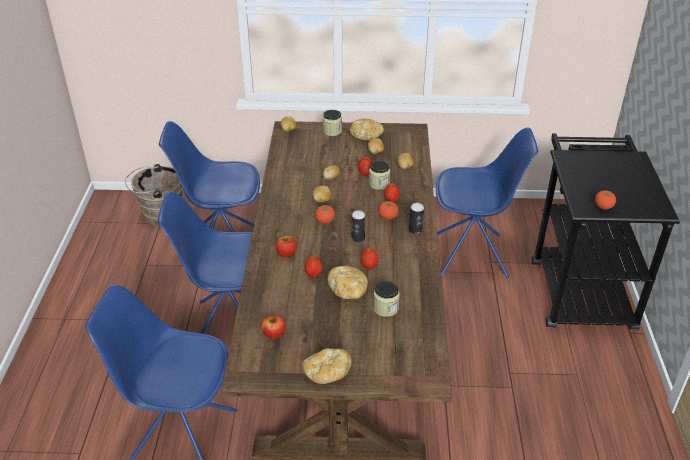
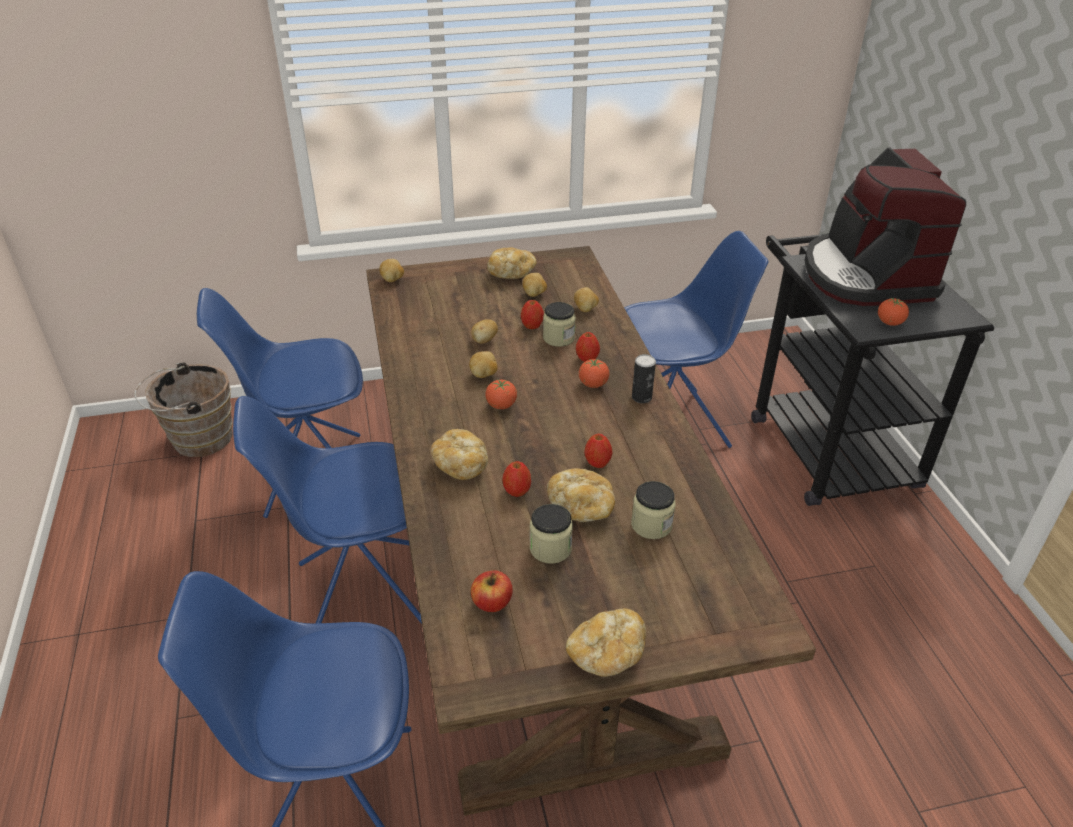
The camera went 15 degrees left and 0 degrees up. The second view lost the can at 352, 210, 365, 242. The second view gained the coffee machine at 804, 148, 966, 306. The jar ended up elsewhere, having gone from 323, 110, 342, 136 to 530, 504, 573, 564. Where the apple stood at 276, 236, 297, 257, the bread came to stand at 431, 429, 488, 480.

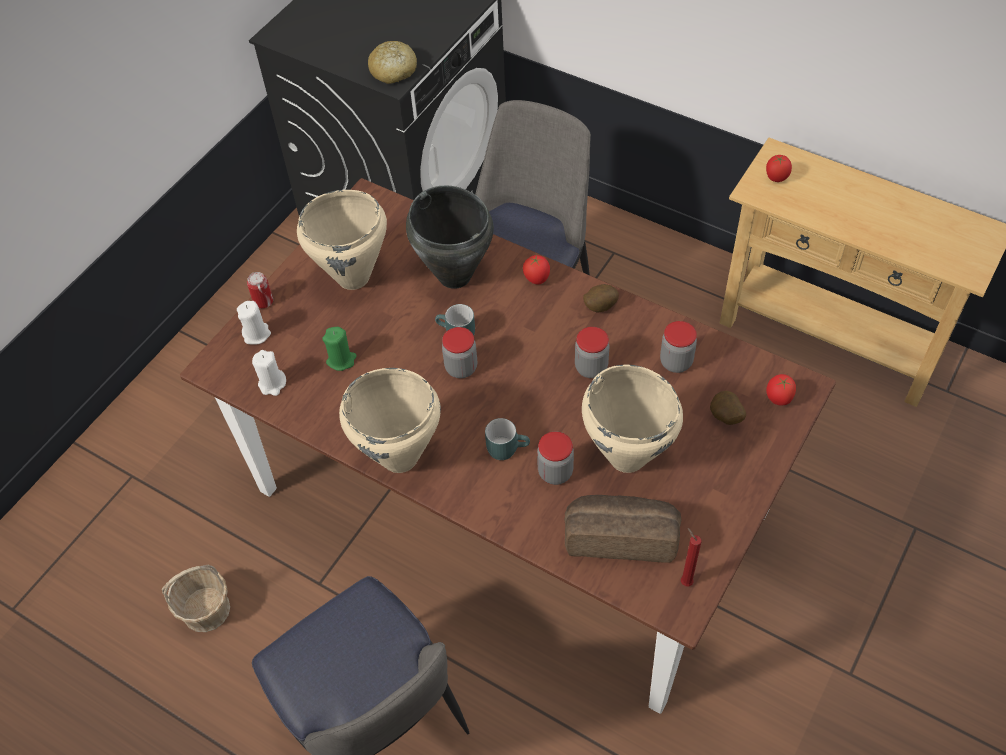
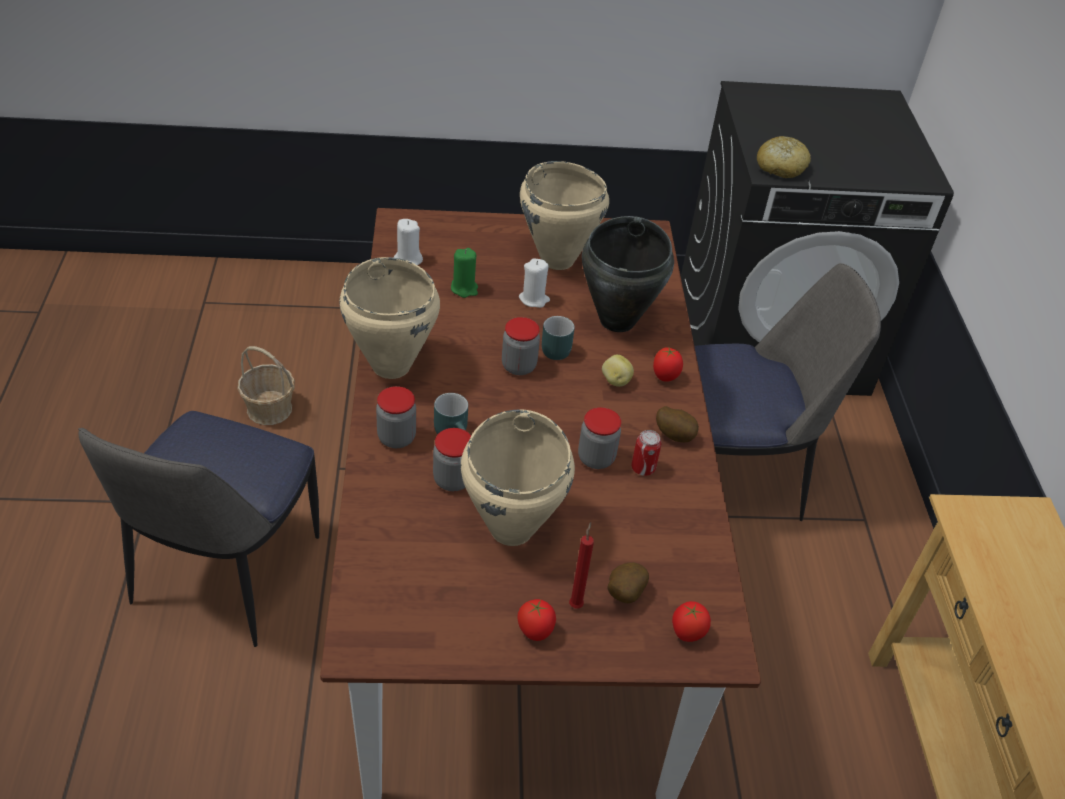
The camera went 50 degrees right and 10 degrees down. The second view lost the bread at 564, 495, 681, 563. The second view gained the potato at 602, 355, 634, 387. The white candle ended up elsewhere, having gone from 237, 301, 271, 345 to 519, 258, 550, 308. The can ended up elsewhere, having gone from 247, 272, 273, 308 to 631, 430, 661, 476. The jar ended up elsewhere, having gone from 660, 321, 697, 373 to 376, 386, 416, 448. The red candle ended up elsewhere, having gone from 681, 528, 701, 586 to 569, 522, 594, 609. The tomato ended up elsewhere, having gone from 766, 155, 792, 182 to 517, 599, 556, 641.

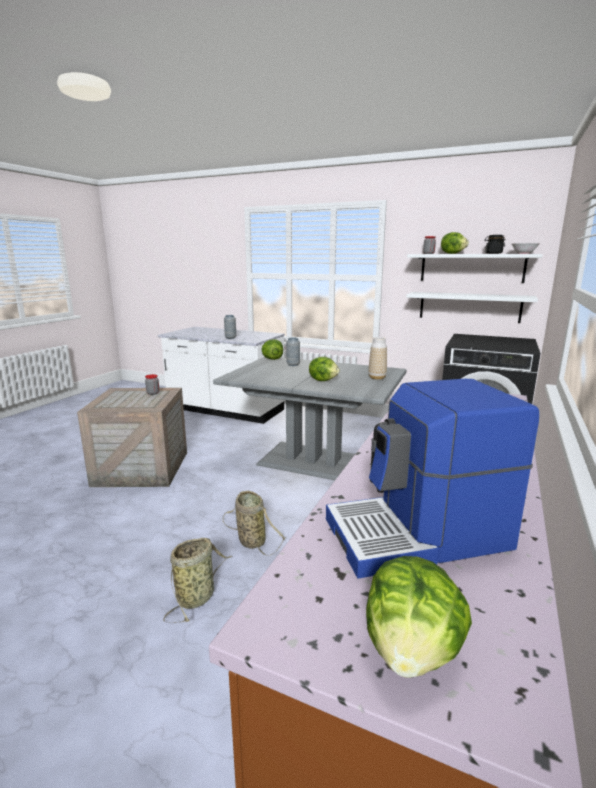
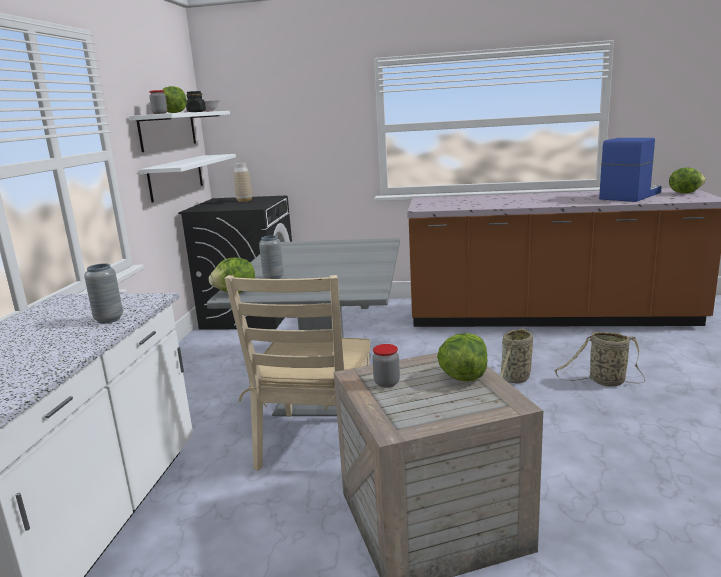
The camera went 105 degrees left and 0 degrees up. The second view gained the beige chair at 224, 275, 371, 471. The lettuce ended up elsewhere, having gone from 309, 357, 340, 381 to 437, 333, 488, 381. The vase ended up elsewhere, having gone from 368, 337, 387, 380 to 234, 163, 252, 202. The coffee machine at 326, 379, 539, 579 ended up facing another way, 105 degrees counterclockwise from before.

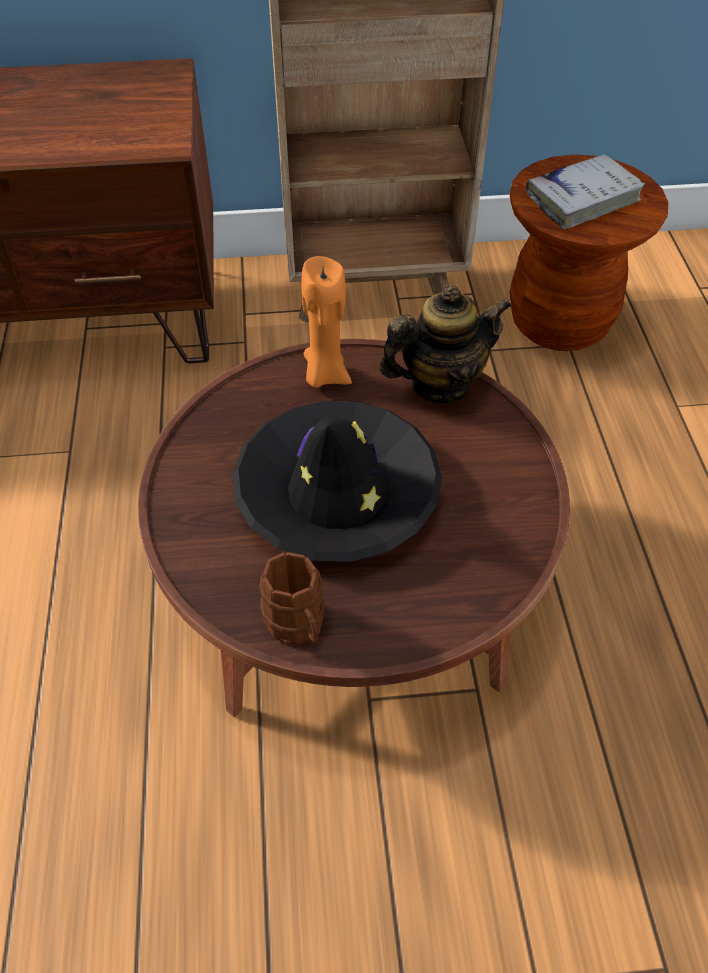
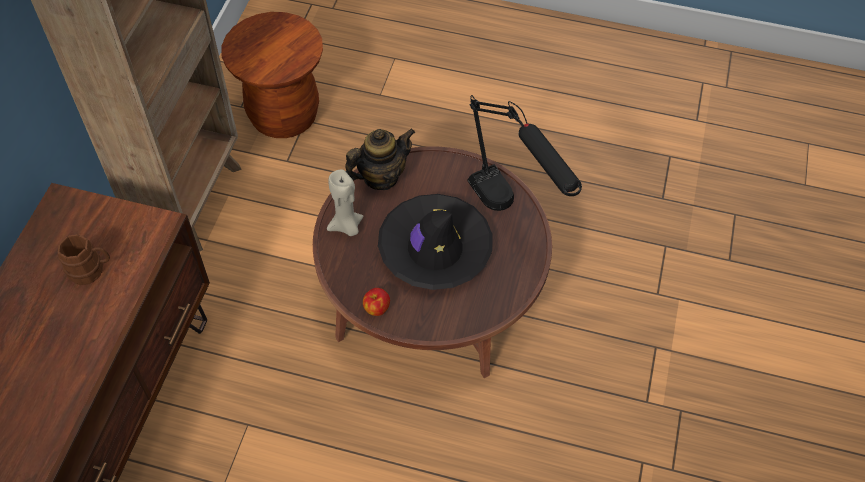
The camera went 70 degrees left and 5 degrees up. The second view lost the white book at 526, 154, 645, 229. The second view gained the apple at 363, 288, 390, 316. The second view gained the black table lamp at 467, 95, 582, 211. The brown mug ended up elsewhere, having gone from 259, 552, 325, 644 to 58, 234, 110, 285. What was the orange candle at 301, 256, 352, 388 turned into the beige candle at 327, 169, 363, 236. The teapot at 379, 285, 512, 403 ended up facing another way, 60 degrees clockwise from before.

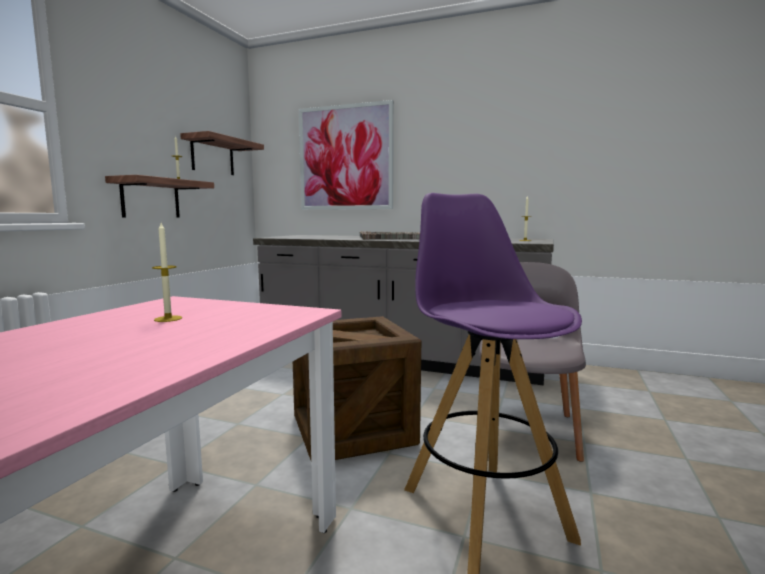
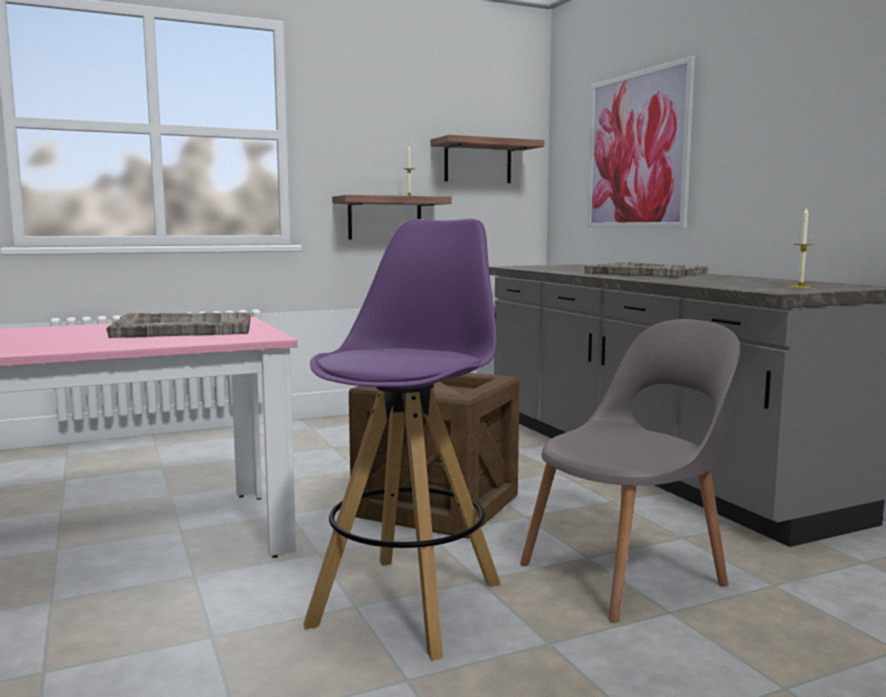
The camera went 45 degrees right and 0 degrees up. Where the candle stood at 152, 223, 182, 322, the grey tray came to stand at 106, 312, 251, 338.

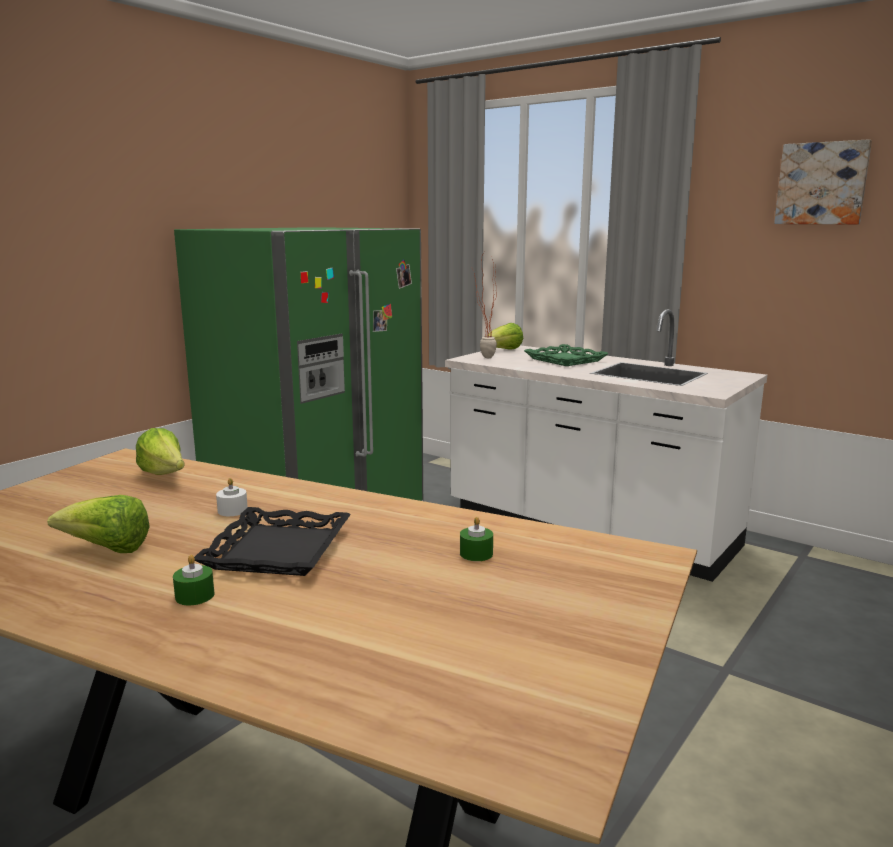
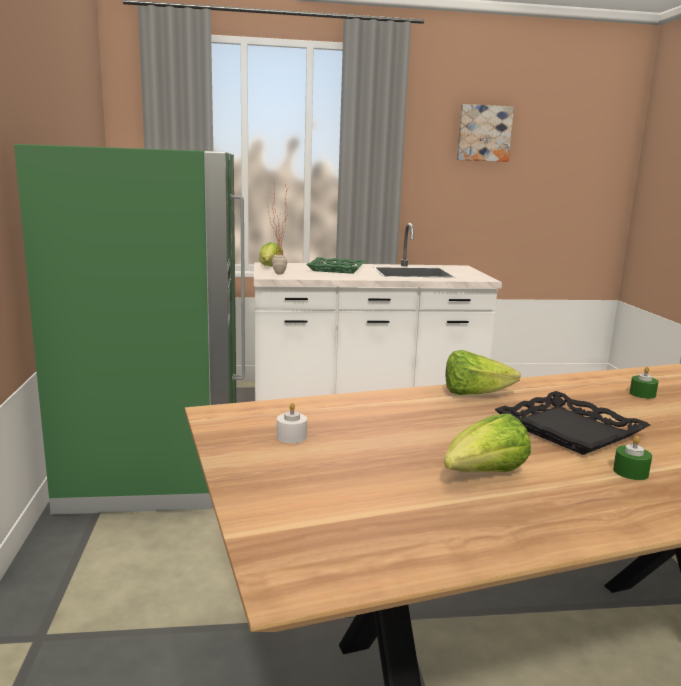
The camera went 45 degrees left and 0 degrees up. The lettuce ended up elsewhere, having gone from 136, 428, 185, 475 to 446, 350, 521, 395. The white candle ended up elsewhere, having gone from 216, 478, 248, 516 to 277, 403, 307, 443.

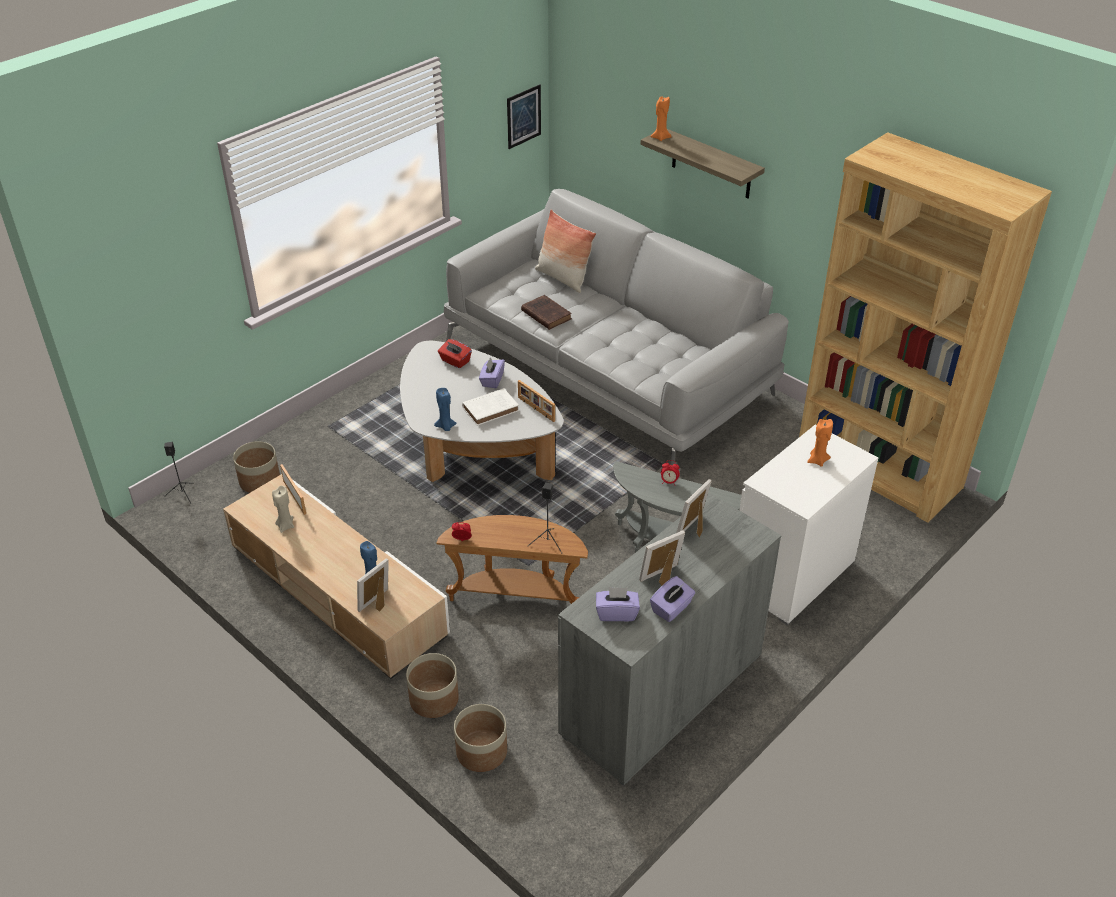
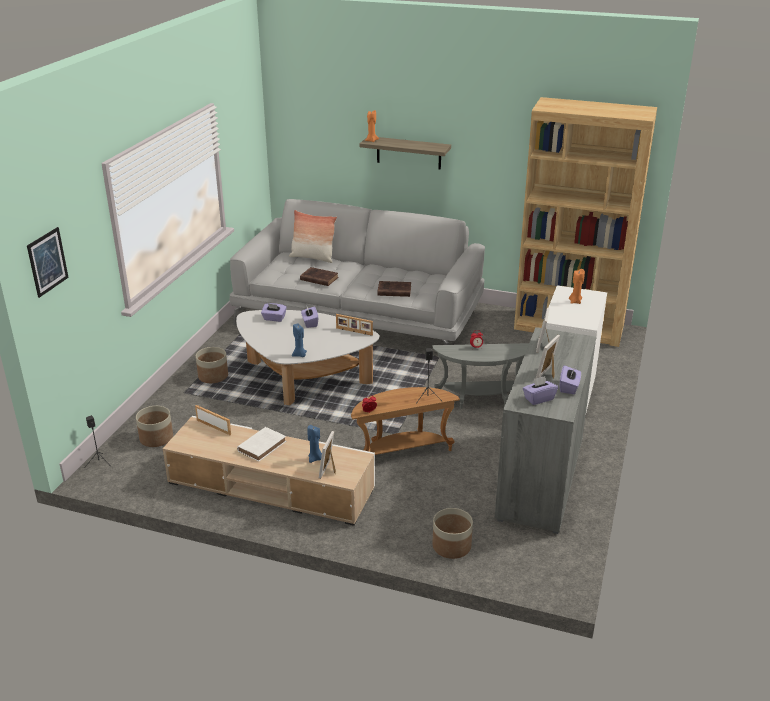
The camera went 25 degrees left and 10 degrees down. The second view lost the beige candle at 272, 486, 294, 533. The second view gained the brown book at 377, 281, 411, 297. The planter ended up elsewhere, having gone from 406, 653, 459, 718 to 196, 347, 228, 383. The white book ended up elsewhere, having gone from 462, 388, 519, 426 to 237, 427, 286, 462. The picture ended up elsewhere, having gone from 507, 84, 541, 149 to 27, 227, 69, 298. What was the red tissue box at 438, 339, 472, 368 turned into the purple tissue box at 261, 303, 287, 322.

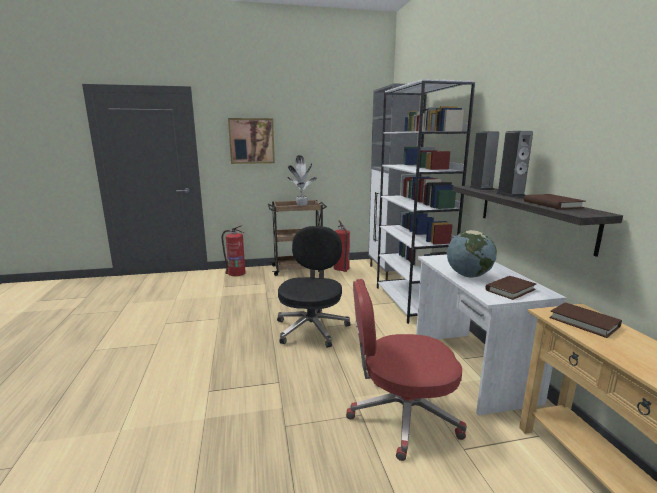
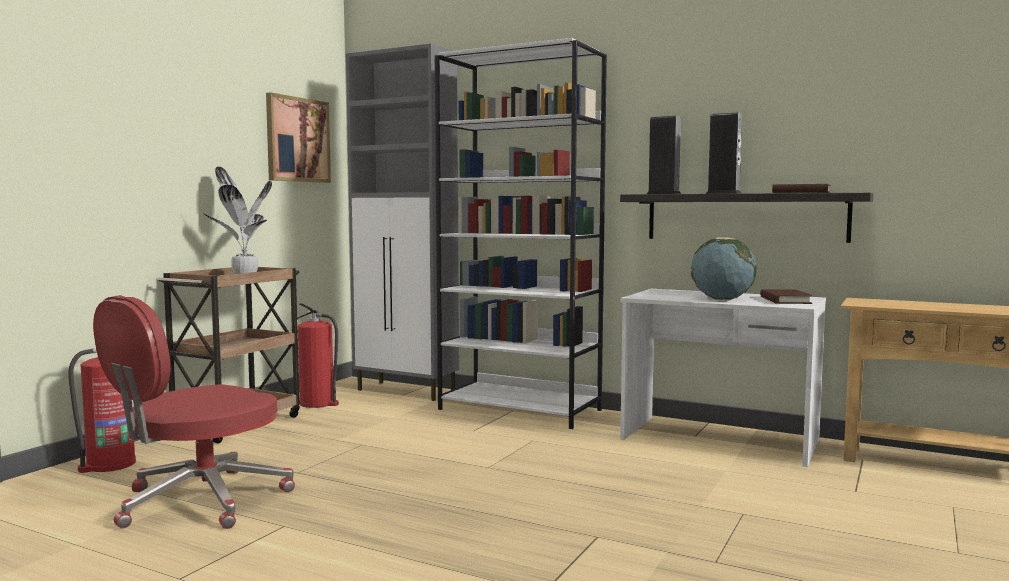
The camera went 50 degrees left and 10 degrees down. The second view lost the black office chair at 277, 226, 350, 348. The second view lost the brown book at 549, 302, 622, 338. The picture ended up elsewhere, having gone from 228, 118, 275, 164 to 266, 92, 331, 183. The red office chair ended up elsewhere, having gone from 346, 279, 467, 461 to 93, 295, 295, 529.

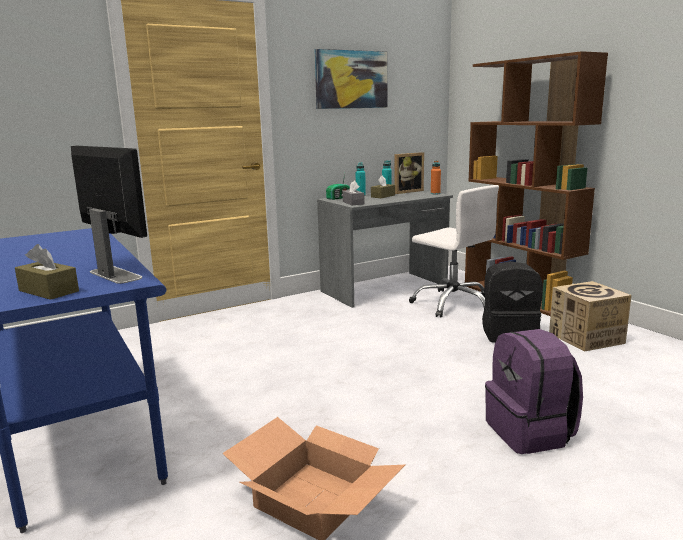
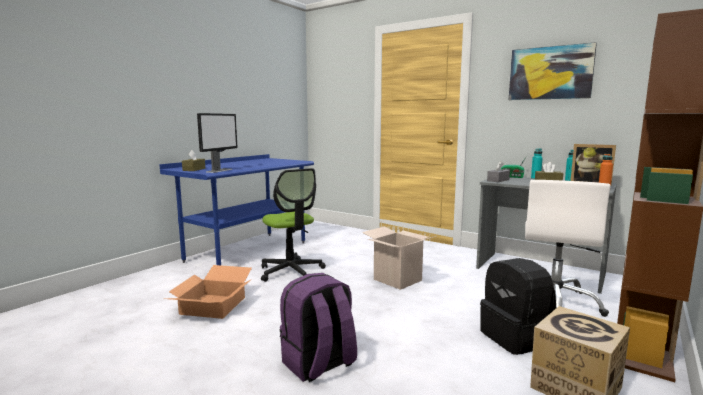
The camera went 65 degrees right and 5 degrees down. The second view gained the office chair at 261, 168, 326, 282. The second view gained the cardboard box at 362, 226, 436, 290.

